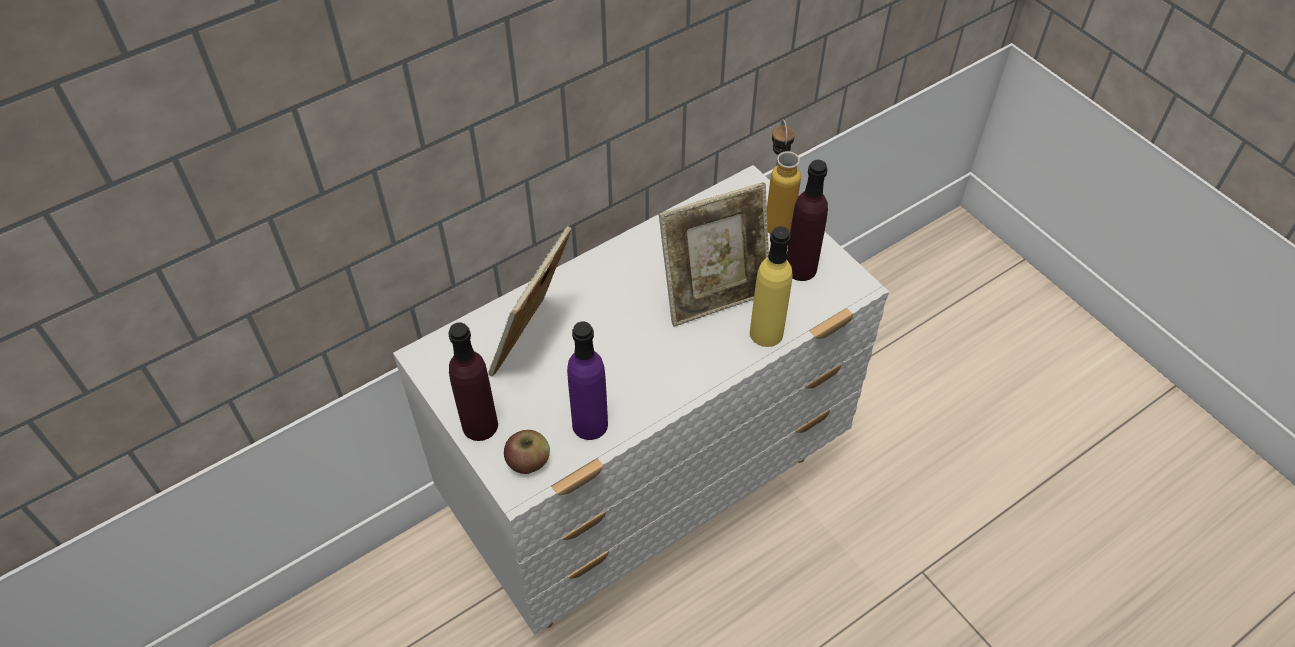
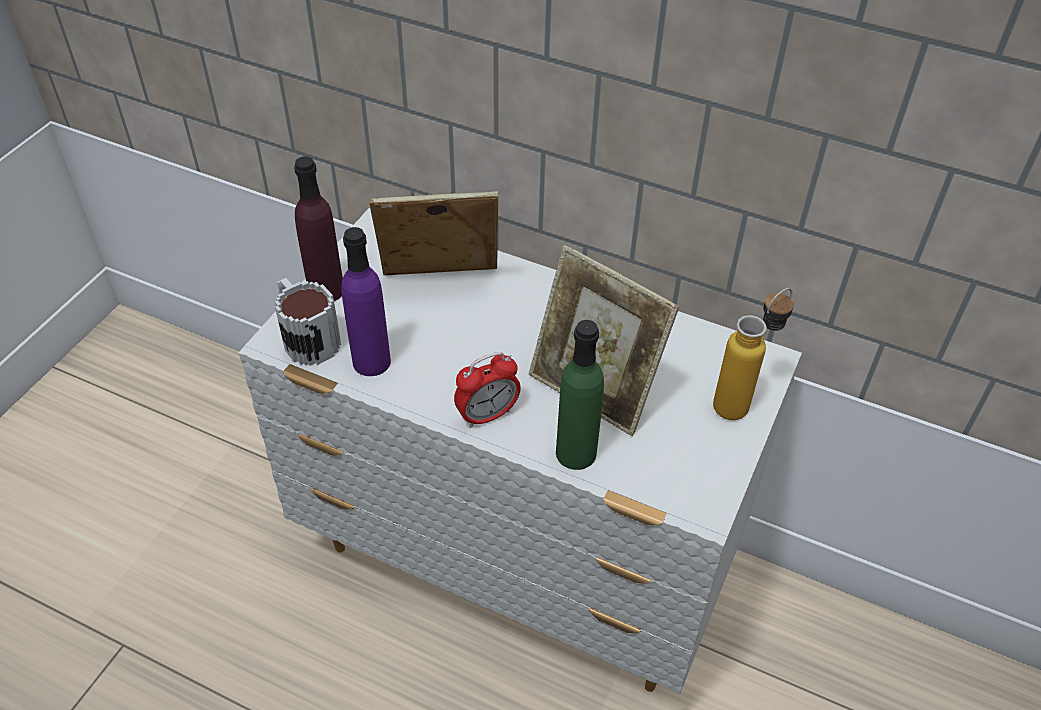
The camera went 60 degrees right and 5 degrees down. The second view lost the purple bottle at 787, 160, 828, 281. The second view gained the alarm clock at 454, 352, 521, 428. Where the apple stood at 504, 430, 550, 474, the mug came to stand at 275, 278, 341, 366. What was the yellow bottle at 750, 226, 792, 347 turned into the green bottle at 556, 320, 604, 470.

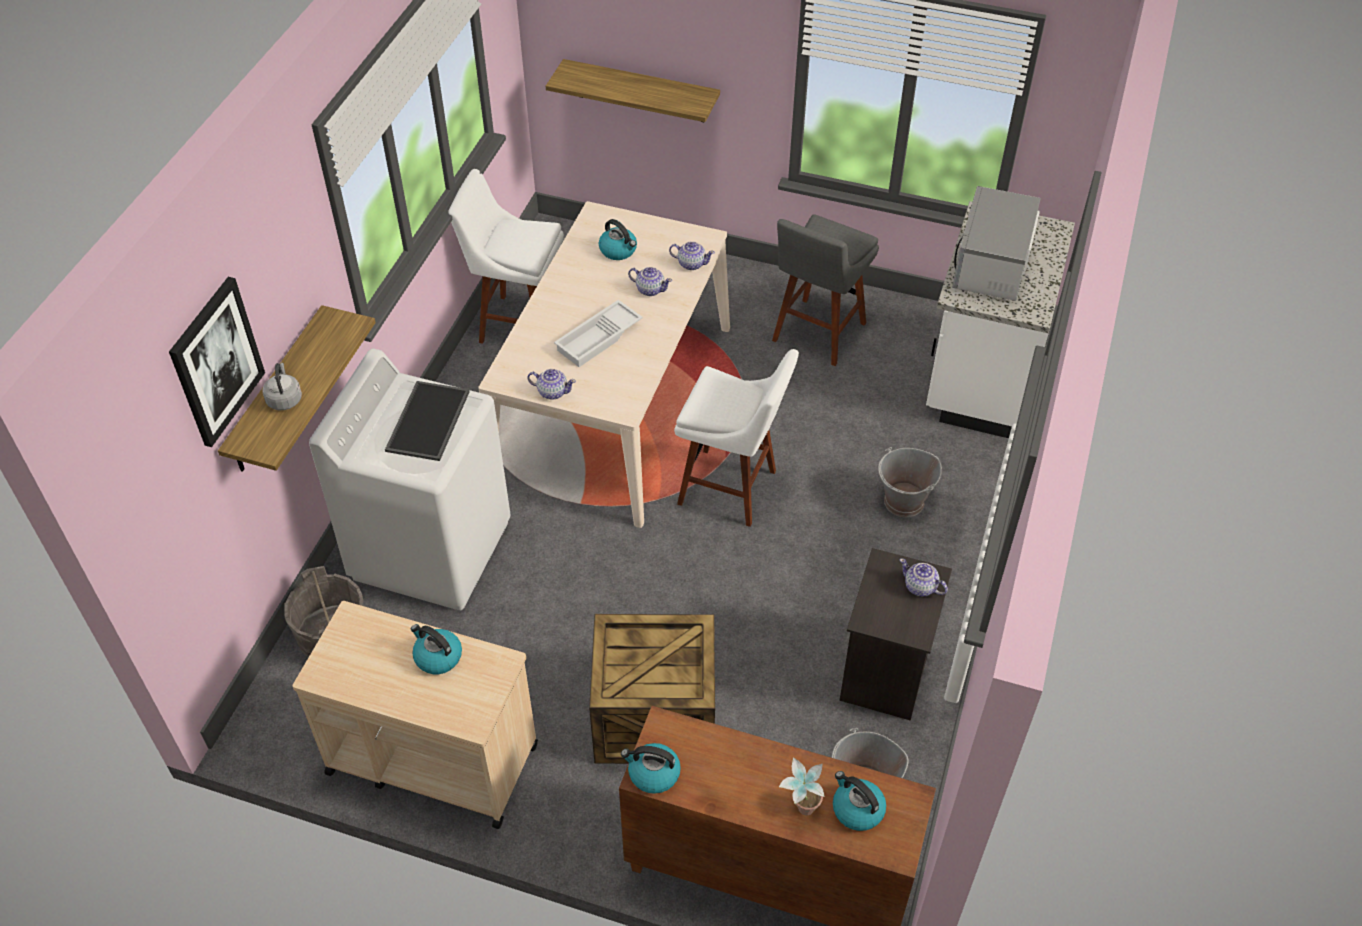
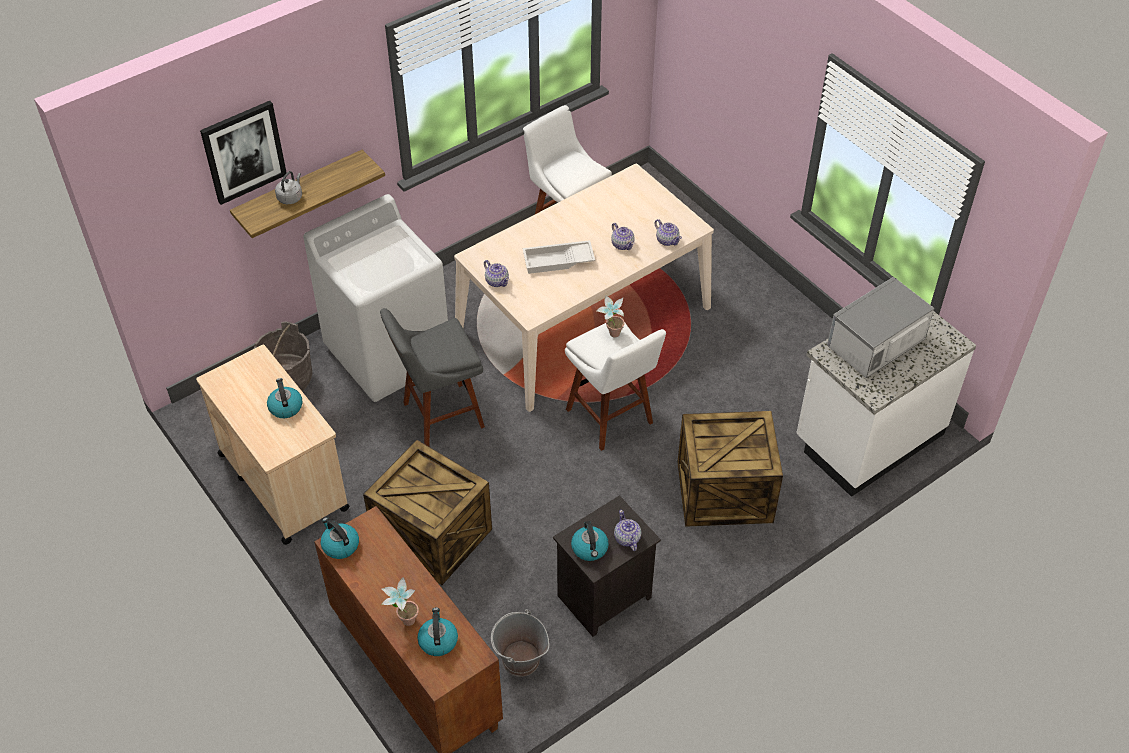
The camera went 35 degrees right and 0 degrees up. The second view lost the tray at 385, 381, 470, 461. The second view lost the shelf at 546, 59, 720, 122. The second view gained the potted plant at 597, 295, 625, 338. The kettle ended up elsewhere, having gone from 599, 219, 637, 260 to 571, 521, 609, 561. The grey stool ended up elsewhere, having gone from 772, 214, 879, 366 to 380, 308, 485, 446. Where the grey bucket stood at 878, 447, 942, 517, the crate came to stand at 677, 411, 783, 527.

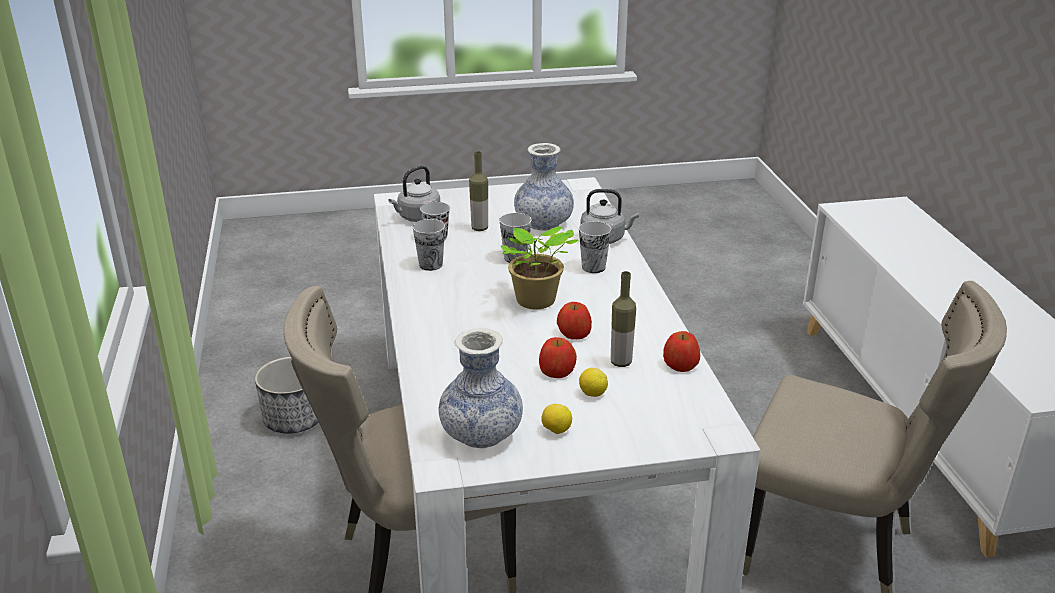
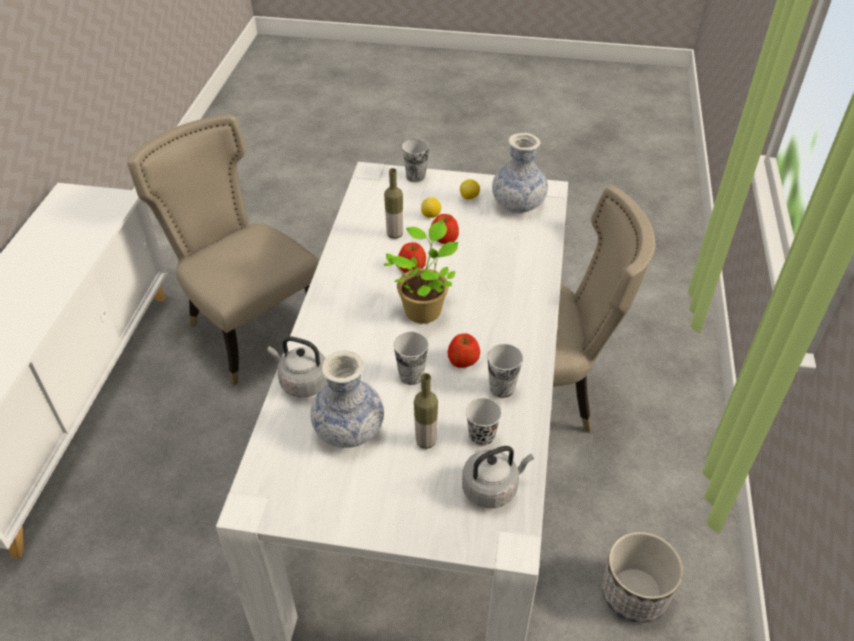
The camera went 160 degrees left and 15 degrees up. The cup ended up elsewhere, having gone from 579, 221, 611, 273 to 402, 139, 429, 182. The apple ended up elsewhere, having gone from 663, 331, 700, 372 to 448, 333, 480, 368.

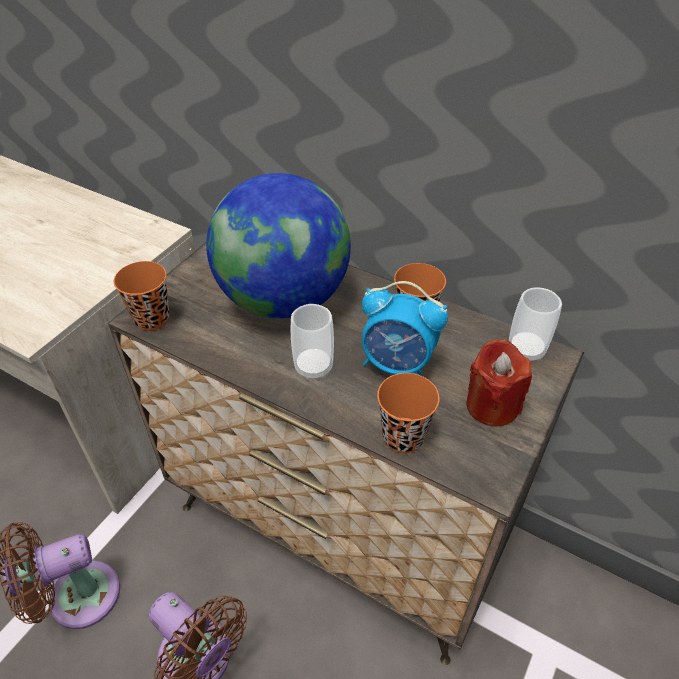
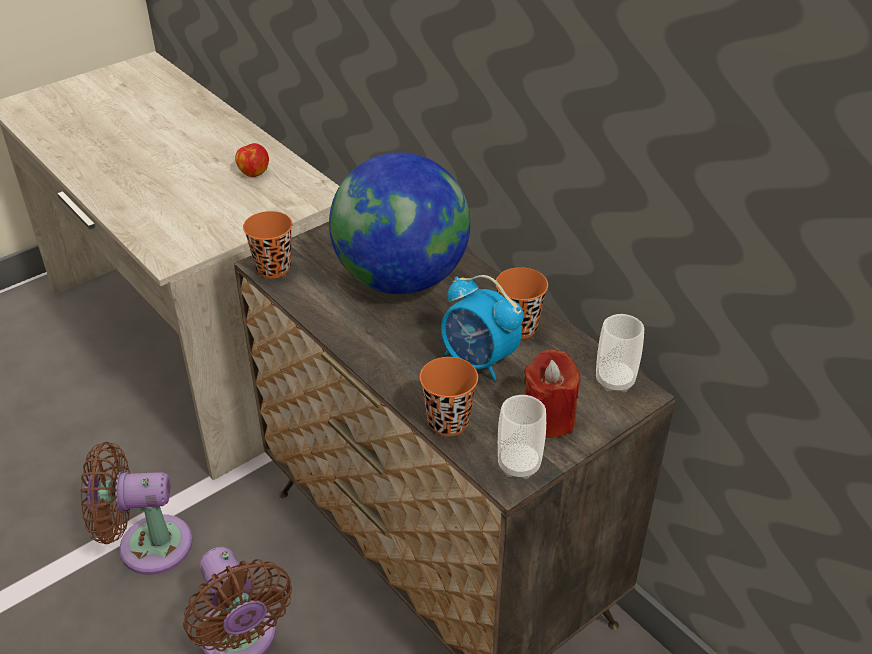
The camera went 20 degrees right and 5 degrees down. The second view gained the apple at 235, 143, 269, 177. The cup ended up elsewhere, having gone from 291, 304, 334, 380 to 498, 395, 546, 479.

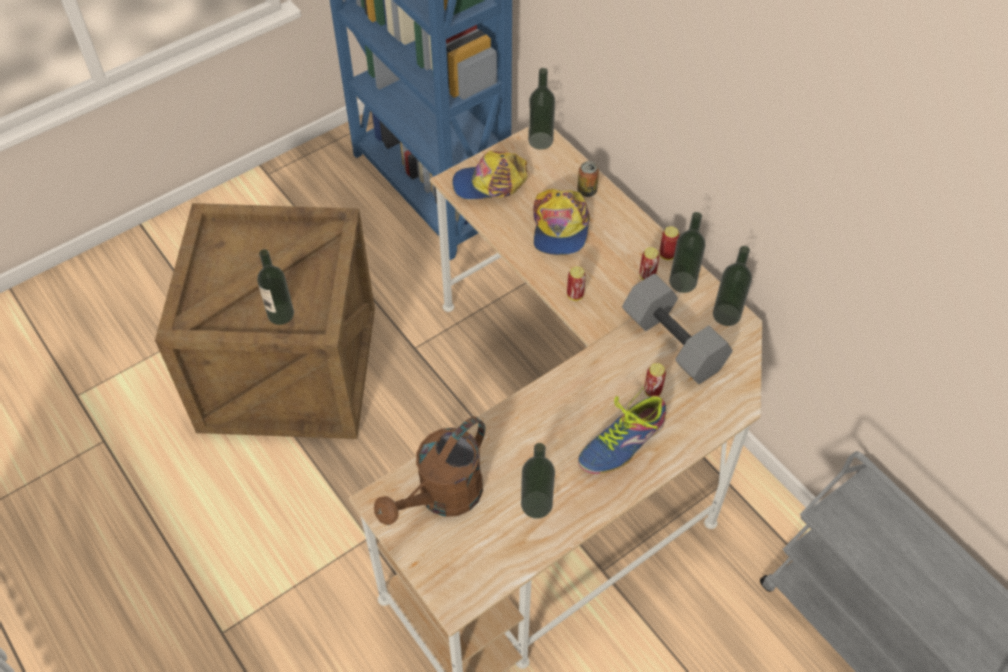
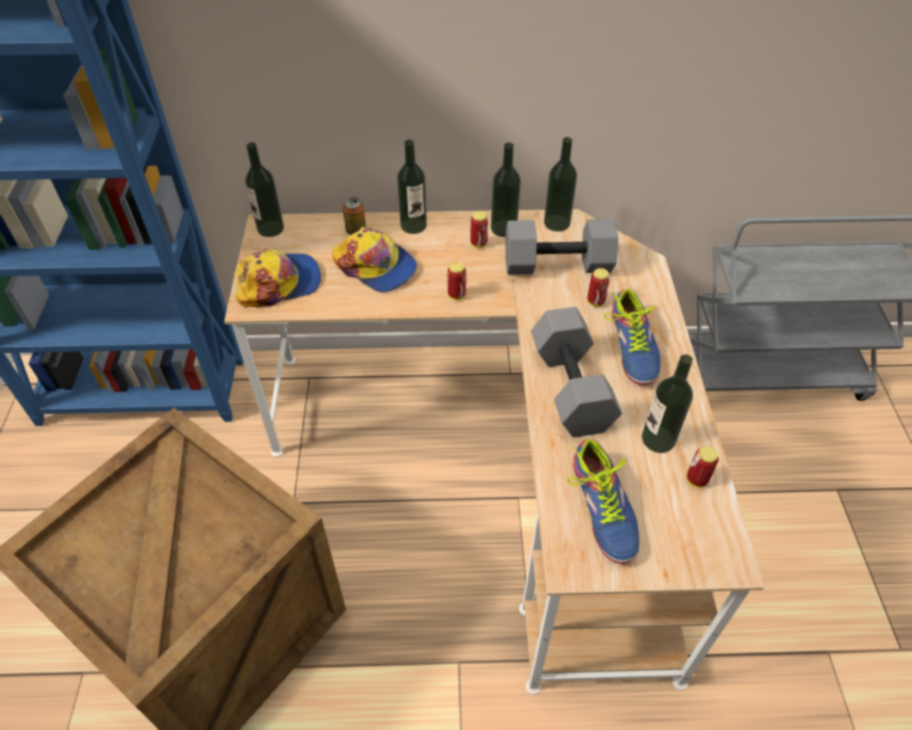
The camera went 55 degrees left and 5 degrees down. The second view gained the grey dumbbell at 531, 307, 622, 437. The bottle ended up elsewhere, having gone from 257, 249, 294, 325 to 397, 139, 427, 234. The can ended up elsewhere, having gone from 660, 226, 680, 260 to 686, 446, 719, 488. Where the brown watering can stood at 374, 416, 485, 525, the shoe came to stand at 567, 439, 639, 564. The cap at 452, 151, 528, 200 ended up facing another way, 135 degrees counterclockwise from before.

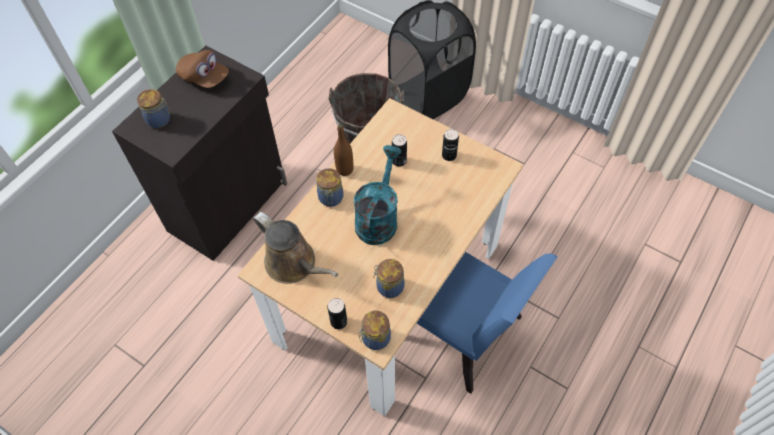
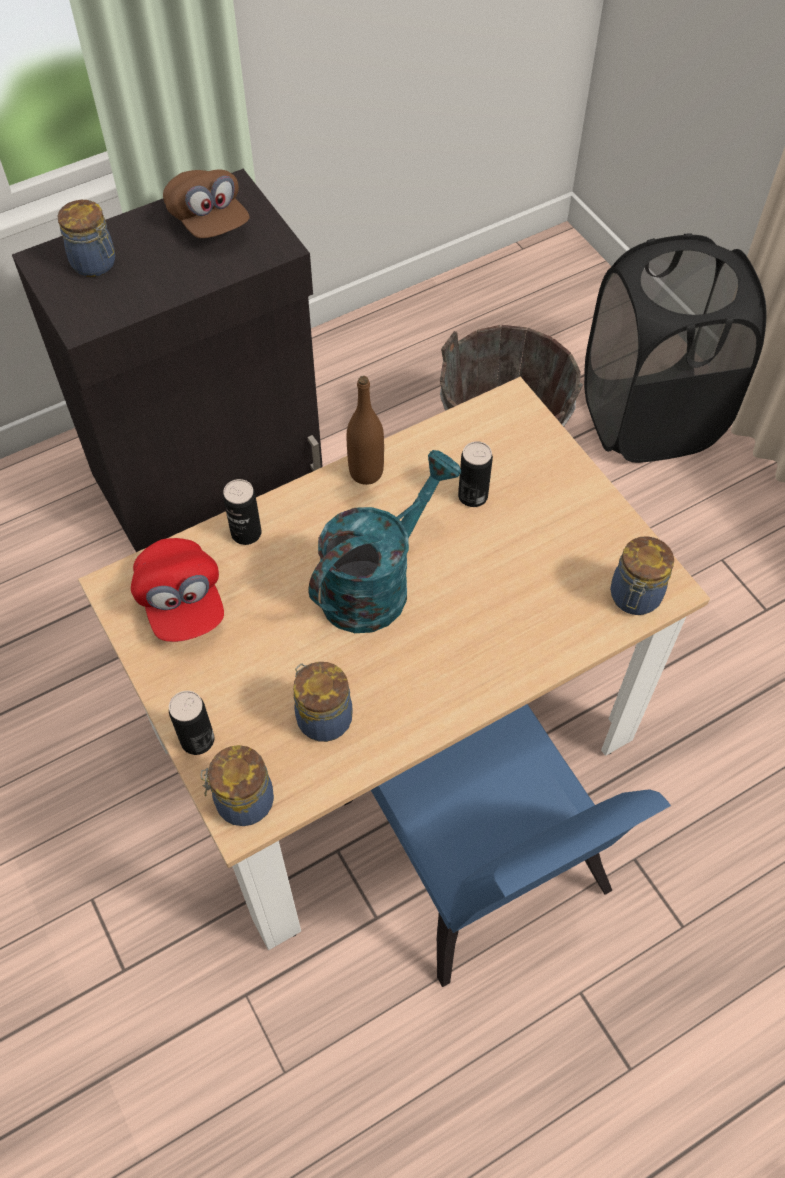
The camera went 25 degrees right and 0 degrees up. The jar ended up elsewhere, having gone from 316, 168, 344, 207 to 610, 536, 674, 615. The can ended up elsewhere, having gone from 442, 129, 459, 161 to 223, 479, 262, 545. Where the brown watering can stood at 253, 212, 338, 284, the red cap came to stand at 131, 538, 224, 642.

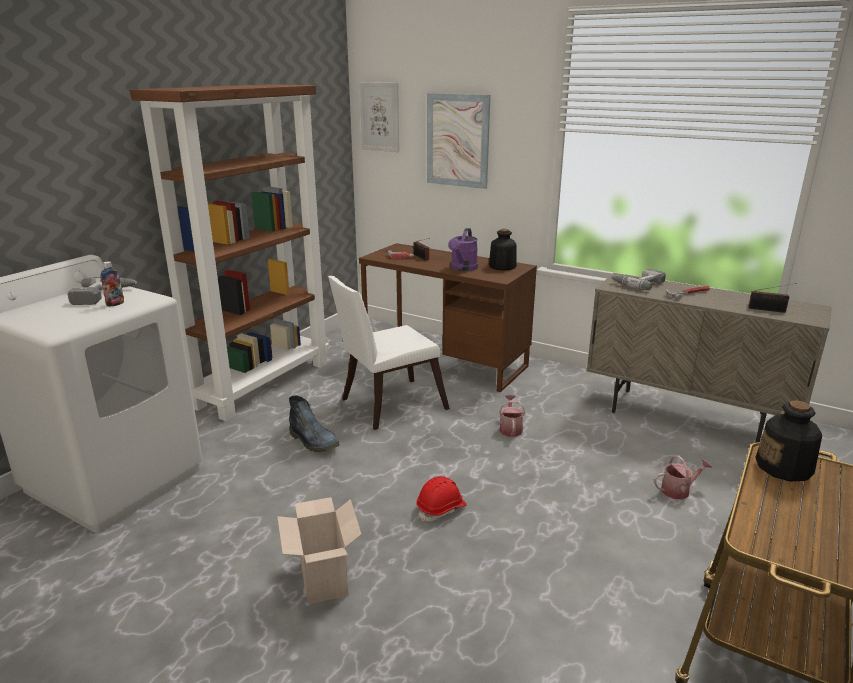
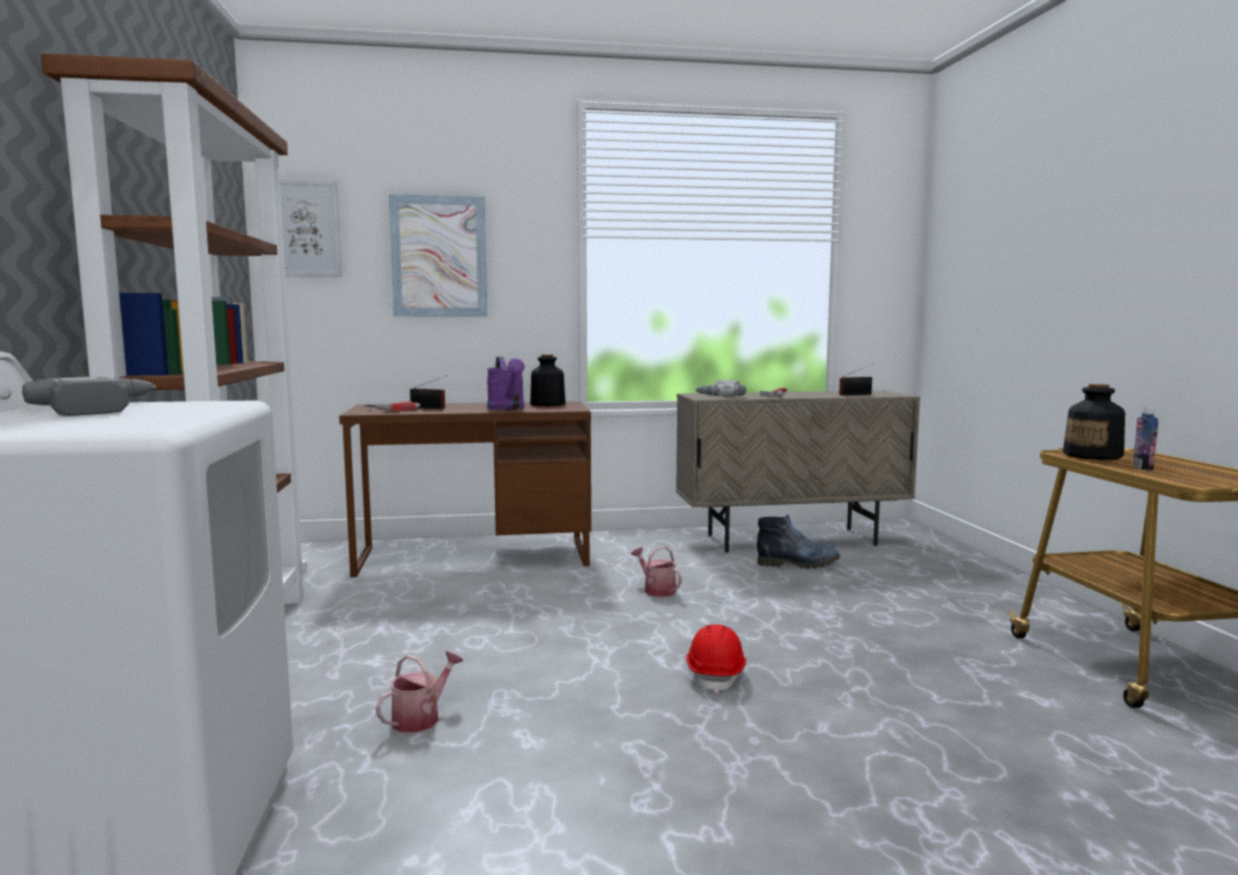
The camera went 40 degrees left and 15 degrees down. The second view lost the cardboard box at 277, 497, 362, 604. The second view lost the white chair at 328, 276, 450, 430. The bottle ended up elsewhere, having gone from 100, 261, 124, 307 to 1133, 407, 1158, 470. The boot ended up elsewhere, having gone from 289, 396, 339, 452 to 757, 515, 841, 569. The watering can ended up elsewhere, having gone from 654, 456, 712, 499 to 376, 651, 463, 733.

